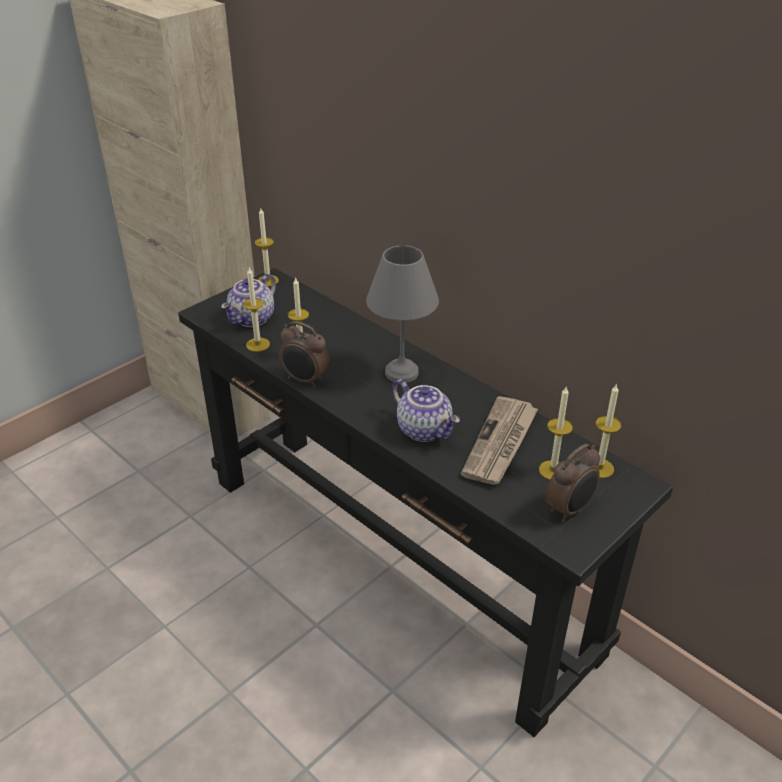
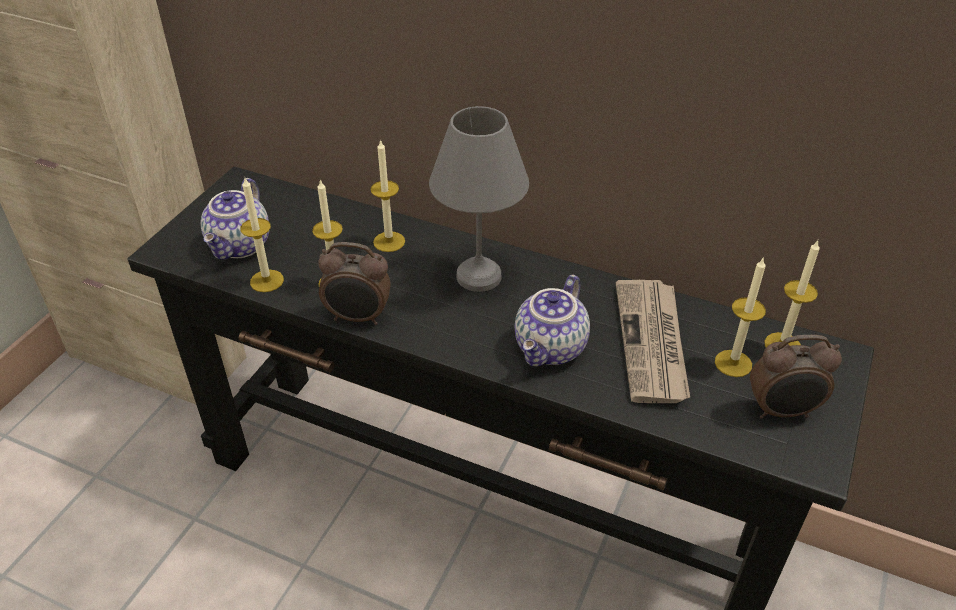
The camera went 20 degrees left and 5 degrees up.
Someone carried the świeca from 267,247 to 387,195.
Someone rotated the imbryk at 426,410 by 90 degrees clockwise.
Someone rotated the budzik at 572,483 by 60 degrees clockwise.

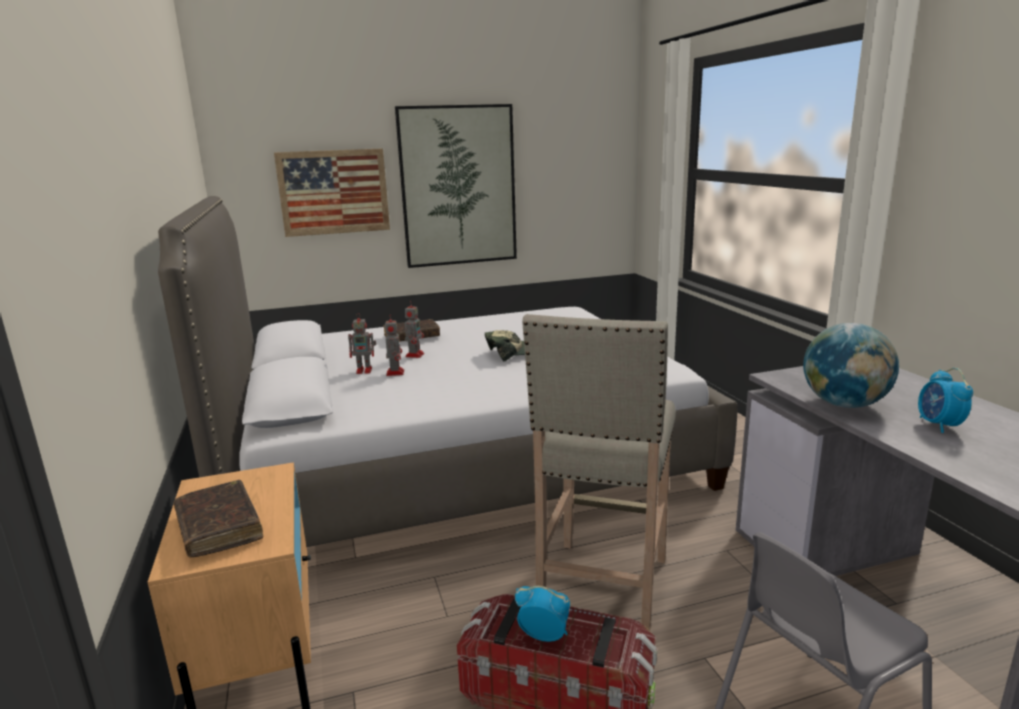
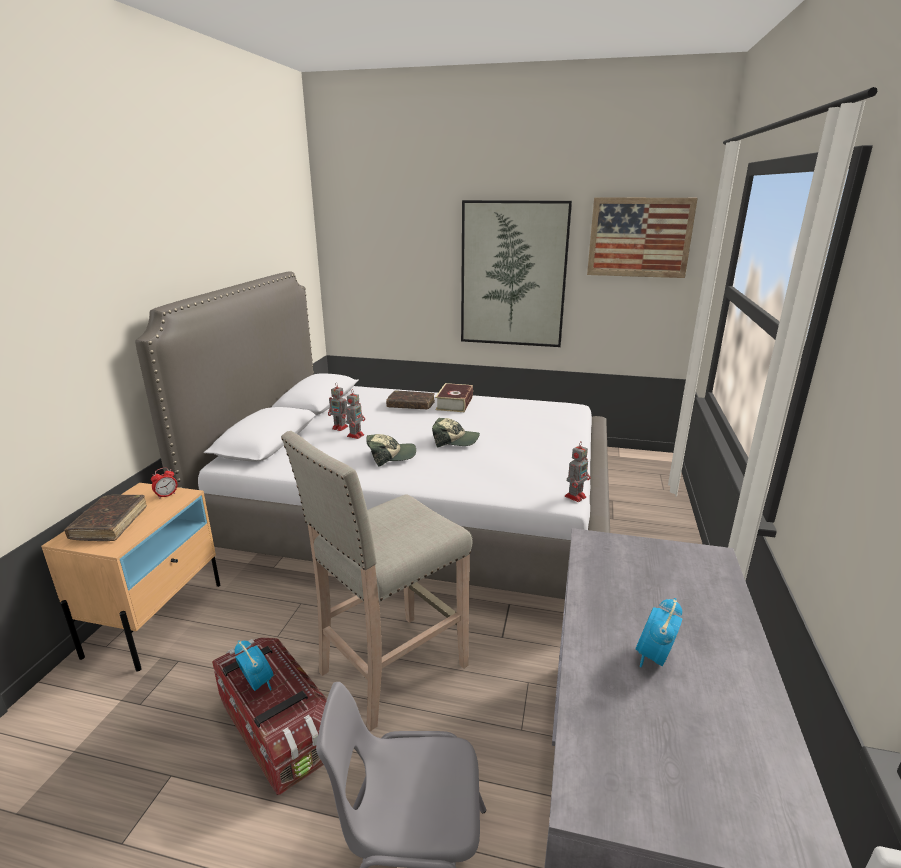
The camera went 30 degrees right and 5 degrees up.
Someone put down the budzik at 164,483.
Someone put down the czapka z daszkiem at 391,450.
Someone put down the książka at 454,397.
Someone carried the robot zabawkowy from 414,329 to 577,471.
Someone carried the obraz from 332,192 to 642,237.
Someone took away the globus at 851,365.

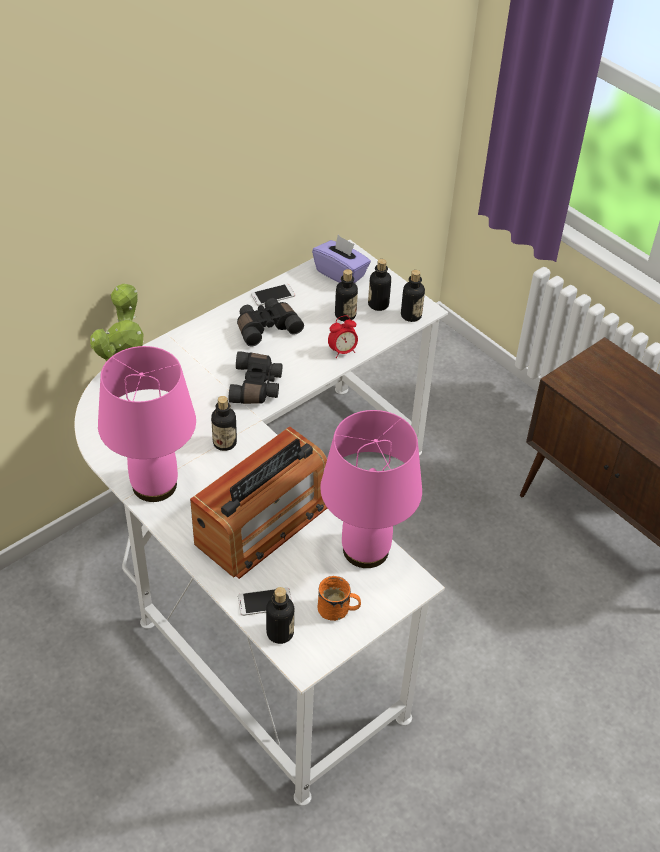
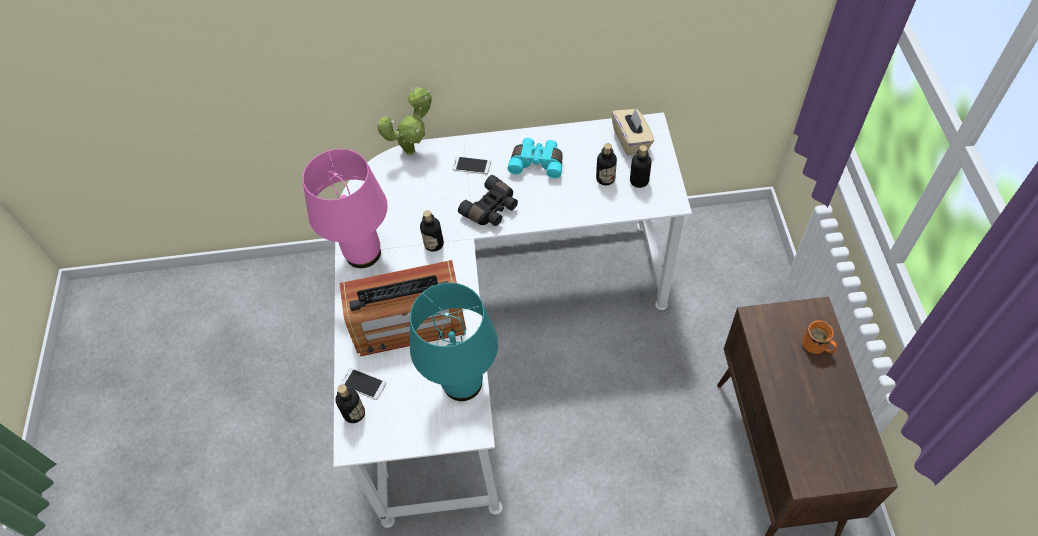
The camera went 40 degrees right and 10 degrees up.
Someone repainted the lampa stołowa/różowy at 371,489, which became the lampa stołowa/turkusowy at 454,342.
Someone carried the telefon from 273,295 to 472,165.
Someone repainted the lornetka/czarny at 270,322, which became the lornetka/turkusowy at 535,158.
Someone repainted the pudełko chusteczek/fioletowy at 341,259, which became the pudełko chusteczek/beżowy at 632,132.
Someone carried the kubek/pomarańczowy from 339,598 to 819,337.
Someone took away the budzik at 343,336.
Someone took away the butelka at 413,296.

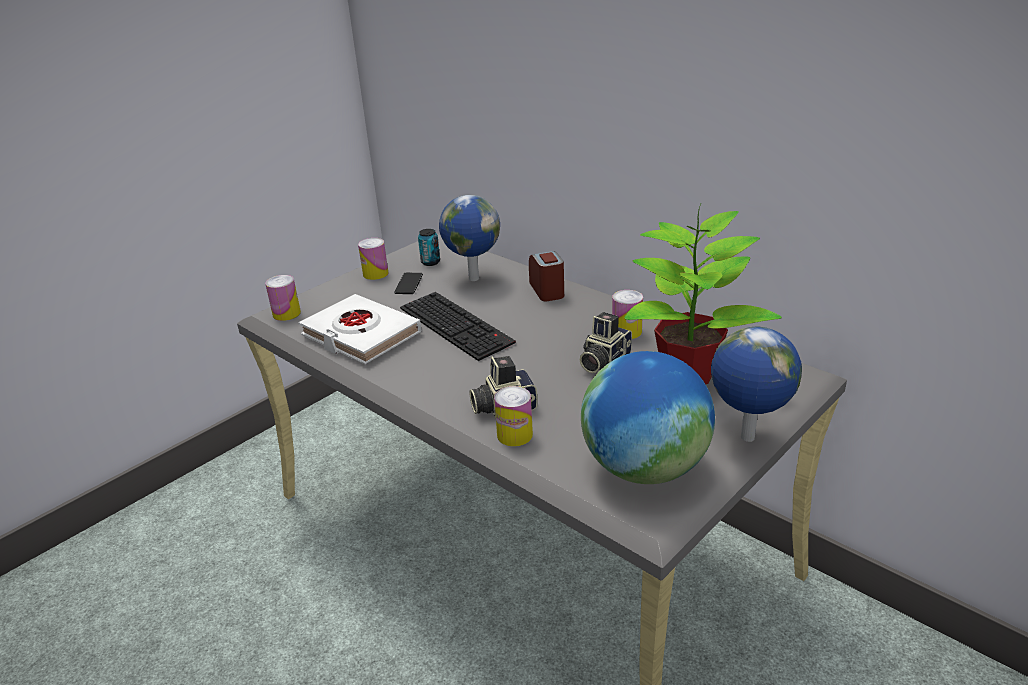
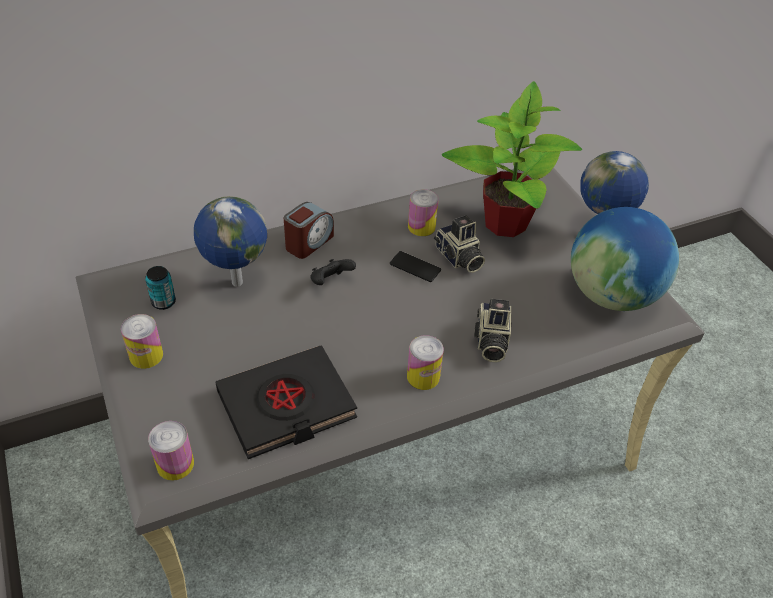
The camera went 70 degrees left and 15 degrees up.
Someone repainted the książka/biały at 359,329, which became the książka/czarny at 286,402.
Someone rotated the budzik at 546,276 by 120 degrees clockwise.
Someone put down the pad do gier/czarny at 333,272.
Someone carried the telefon from 408,283 to 415,266.
Someone carried the puszka from 513,416 to 425,362.
Someone took away the klawiatura at 458,326.

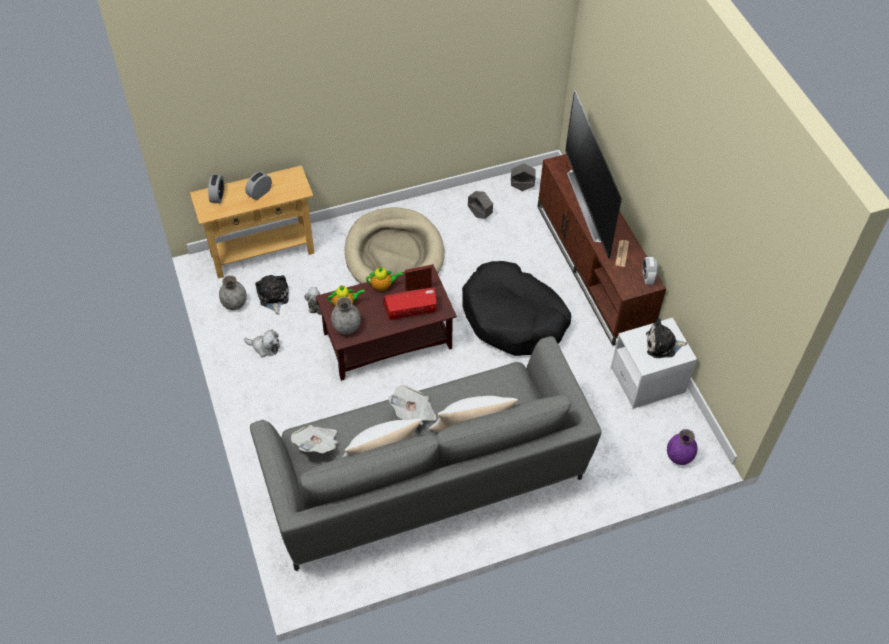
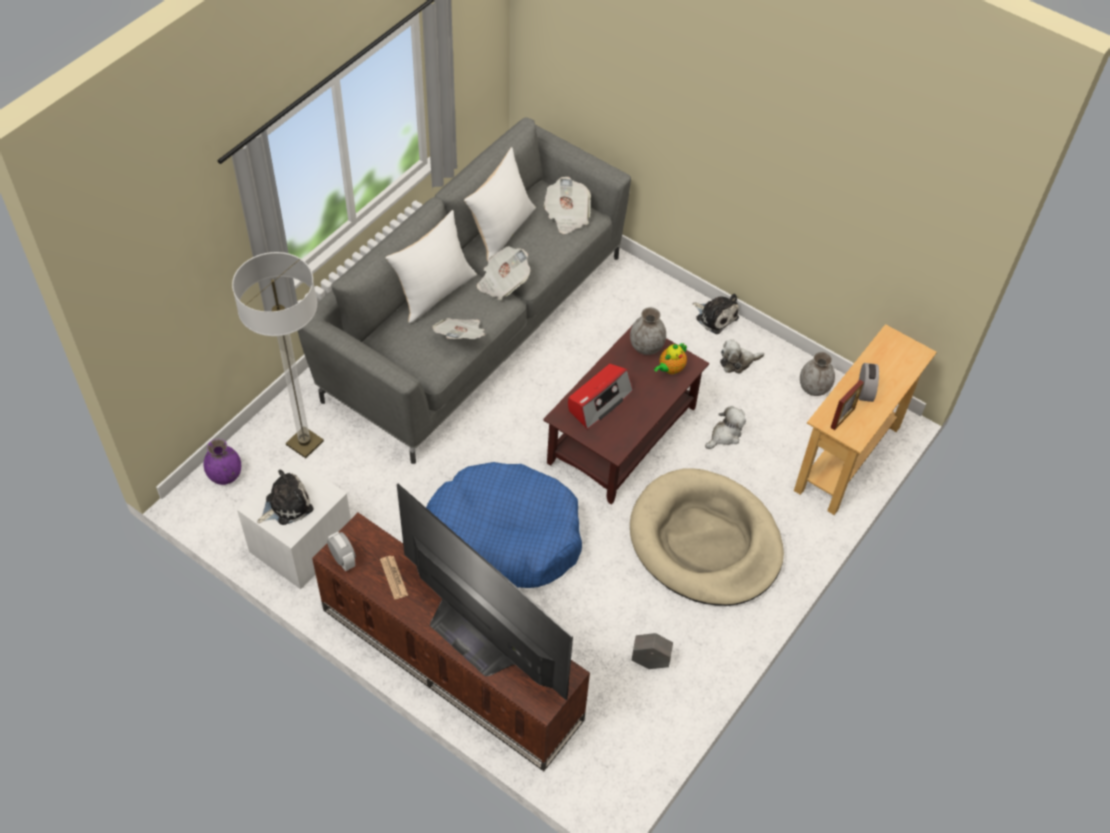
The camera went 145 degrees right and 0 degrees up.
Someone put down the lampa stojąca at 278,355.
Someone repainted the legowisko/czarny at 516,308, which became the legowisko/niebieski at 504,525.
Someone put down the gazeta at 458,328.
Someone carried the pluszak from 272,295 to 715,314.
Someone carried the ramka na zdjęcie from 418,278 to 847,405.
Someone took away the budzik at 216,189.
Someone took away the imbryk at 384,279.
Someone took away the donica/szary at 523,177.

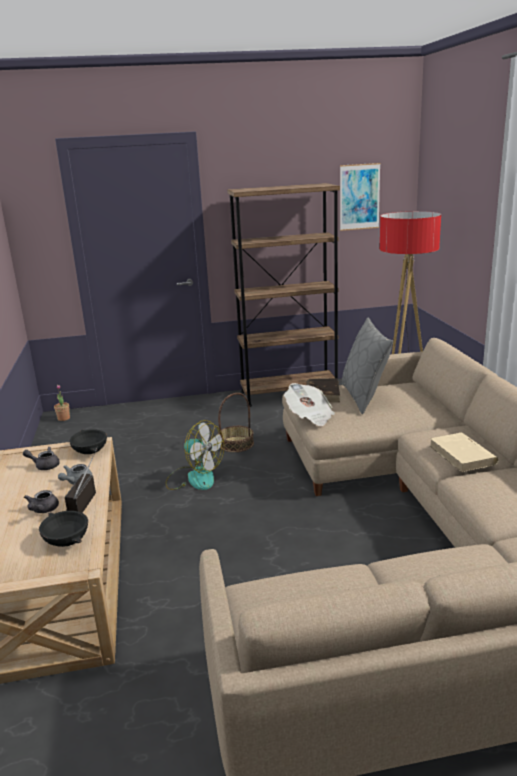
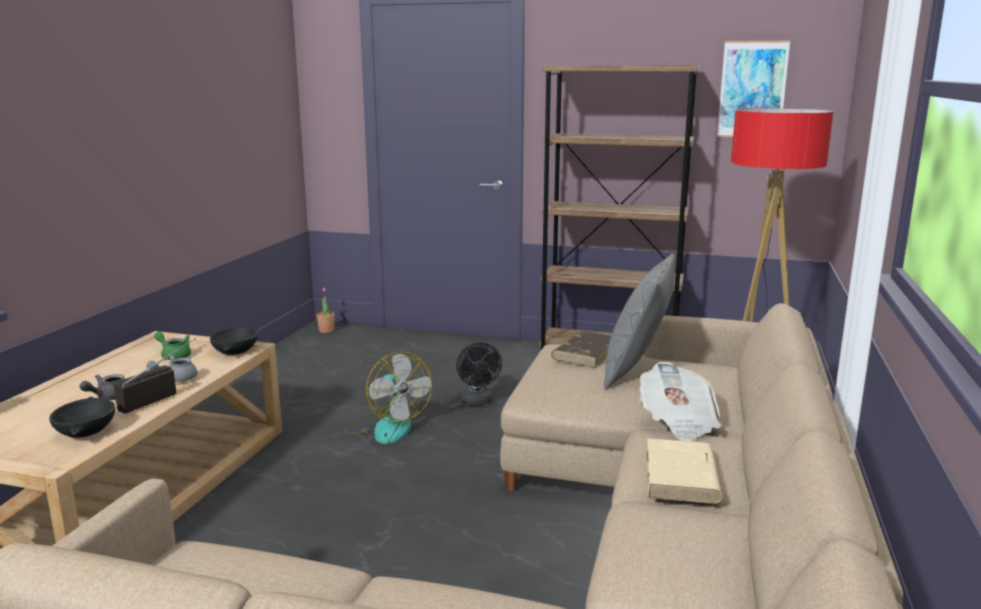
The camera went 25 degrees right and 5 degrees down.
Someone repainted the imbryk/szary at 41,458, which became the imbryk/zielony at 172,346.
Someone swapped the koszyk at 236,422 for the wentylator/czarny at 479,374.
Someone carried the gazeta from 309,404 to 680,401.

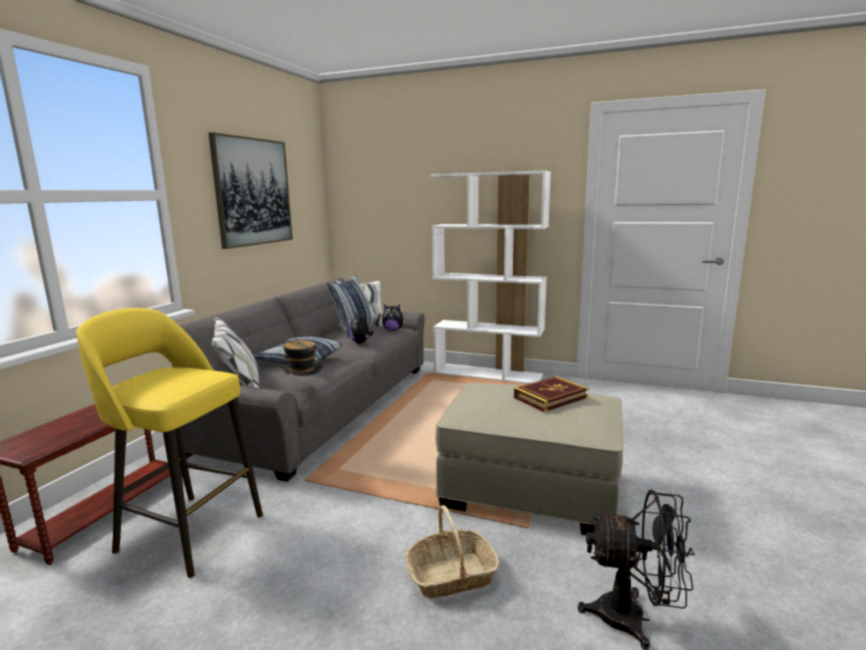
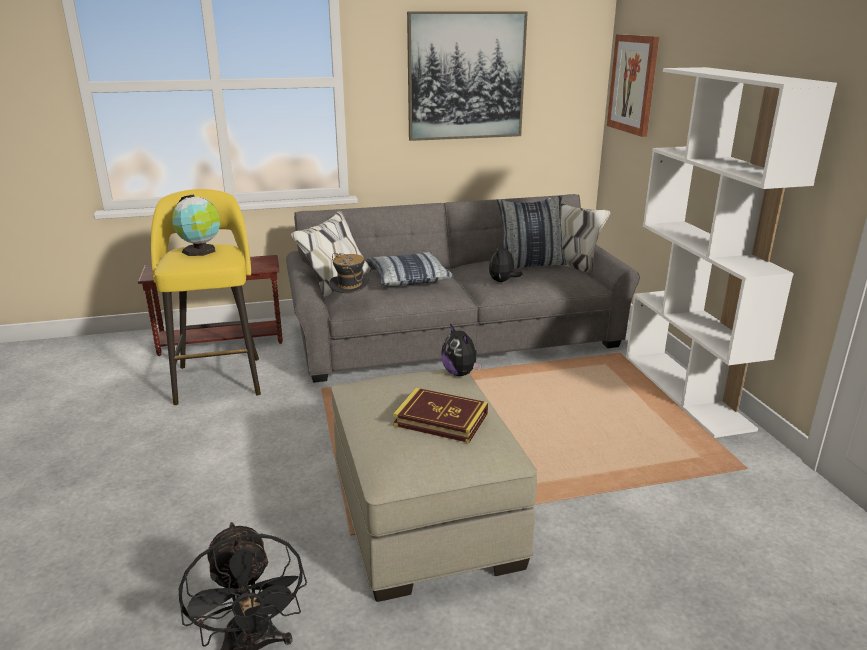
The camera went 55 degrees right and 10 degrees up.
Someone put down the globus at 196,225.
Someone carried the pluszak from 394,317 to 461,350.
Someone put up the obraz at 633,85.
Someone took away the koszyk at 452,552.

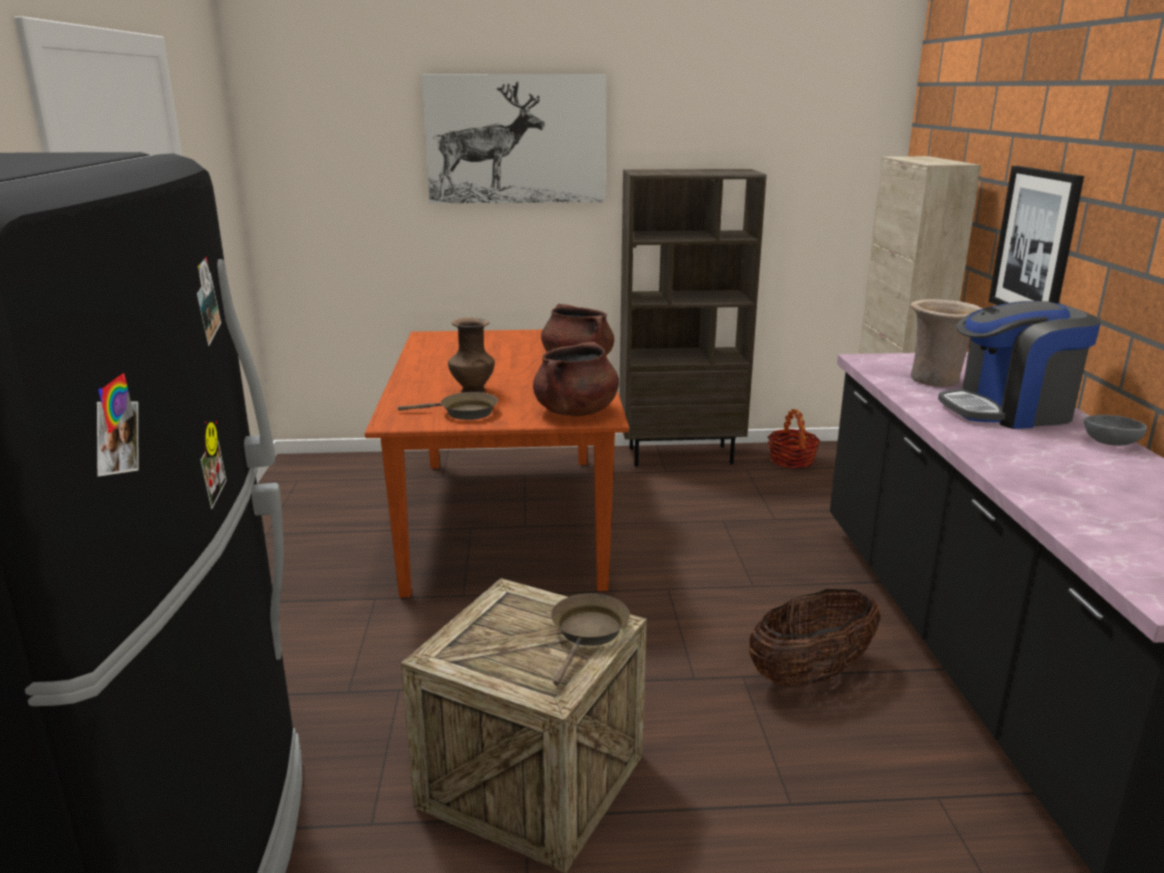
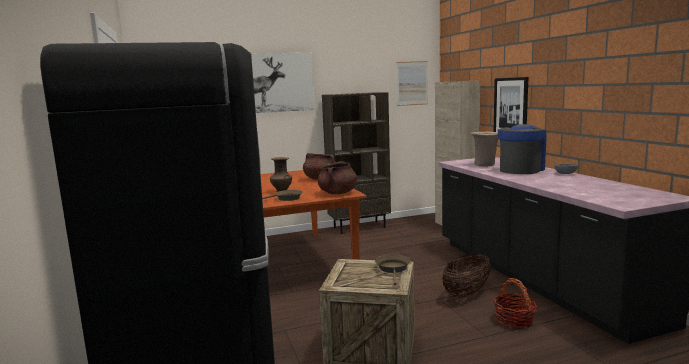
The camera went 15 degrees left and 10 degrees down.
Someone put up the obraz at 412,83.
Someone carried the koszyk from 794,439 to 515,303.
Someone rotated the ekspres do kawy at 1019,365 by 150 degrees clockwise.

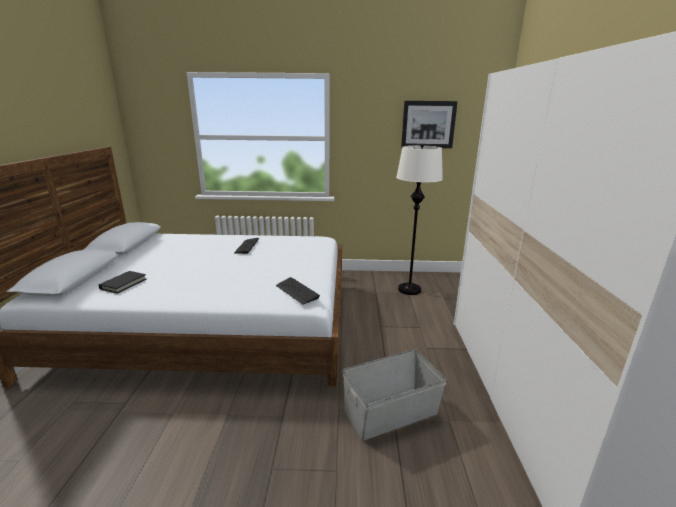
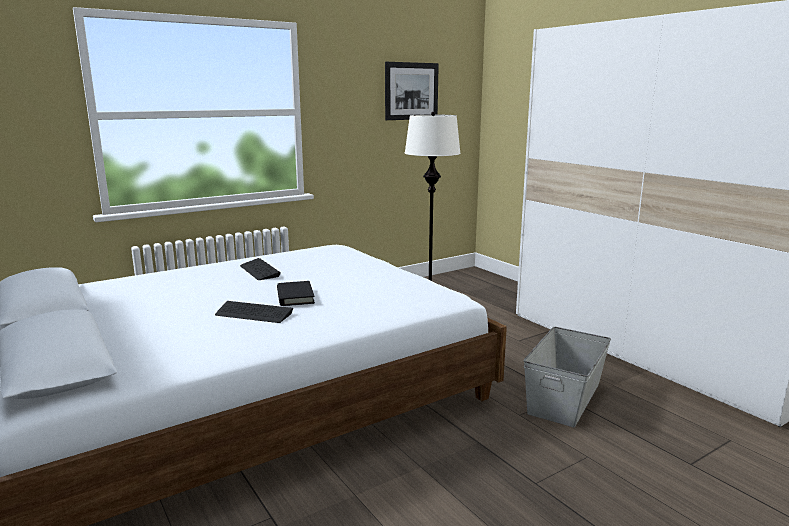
The camera went 35 degrees left and 5 degrees down.
Someone carried the klawiatura from 298,290 to 254,312.
Someone carried the książka/czarny from 122,282 to 296,293.

